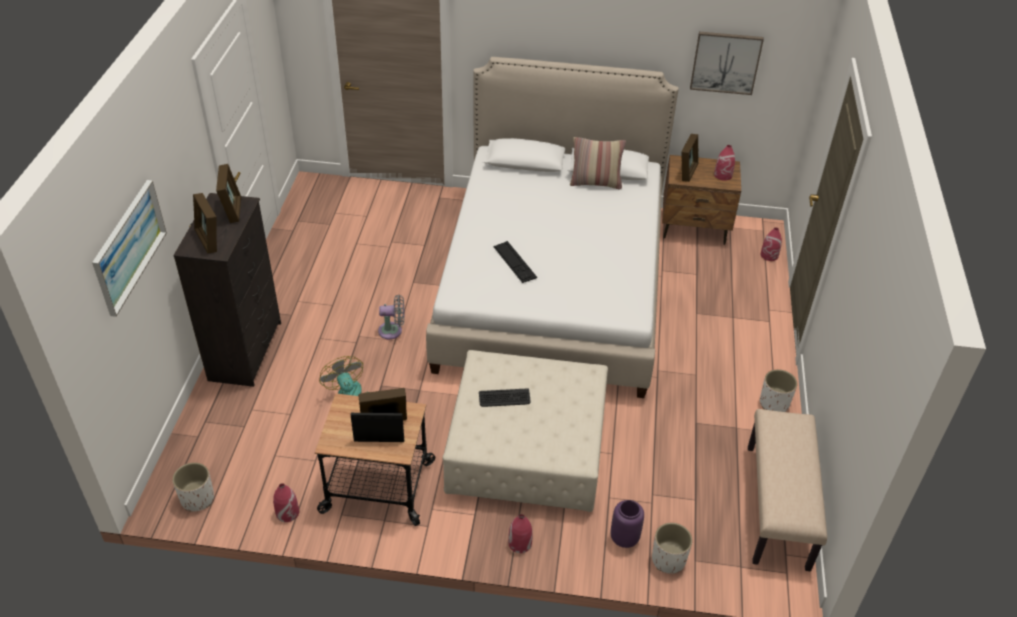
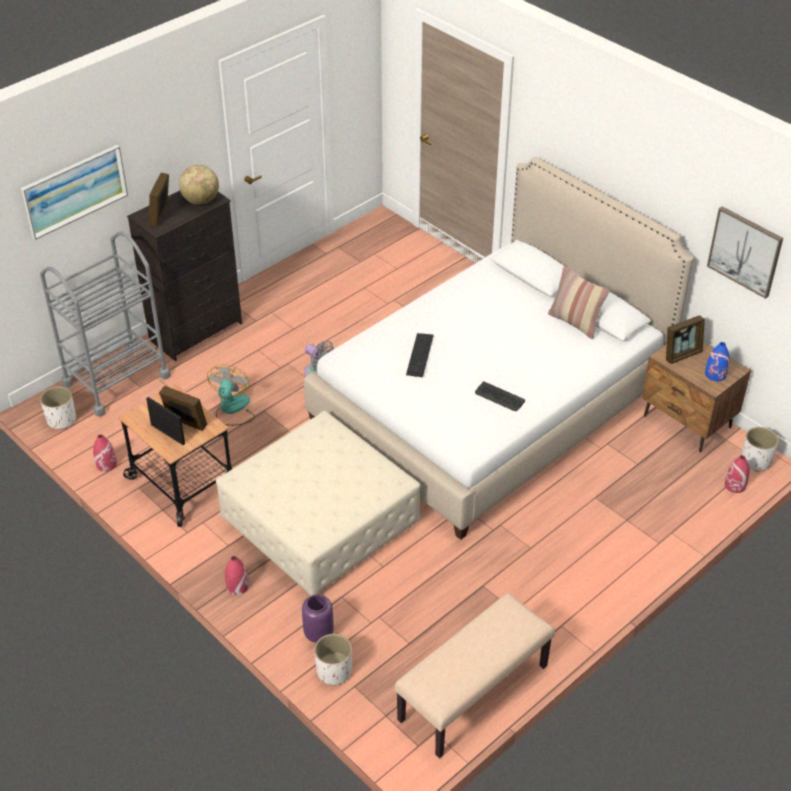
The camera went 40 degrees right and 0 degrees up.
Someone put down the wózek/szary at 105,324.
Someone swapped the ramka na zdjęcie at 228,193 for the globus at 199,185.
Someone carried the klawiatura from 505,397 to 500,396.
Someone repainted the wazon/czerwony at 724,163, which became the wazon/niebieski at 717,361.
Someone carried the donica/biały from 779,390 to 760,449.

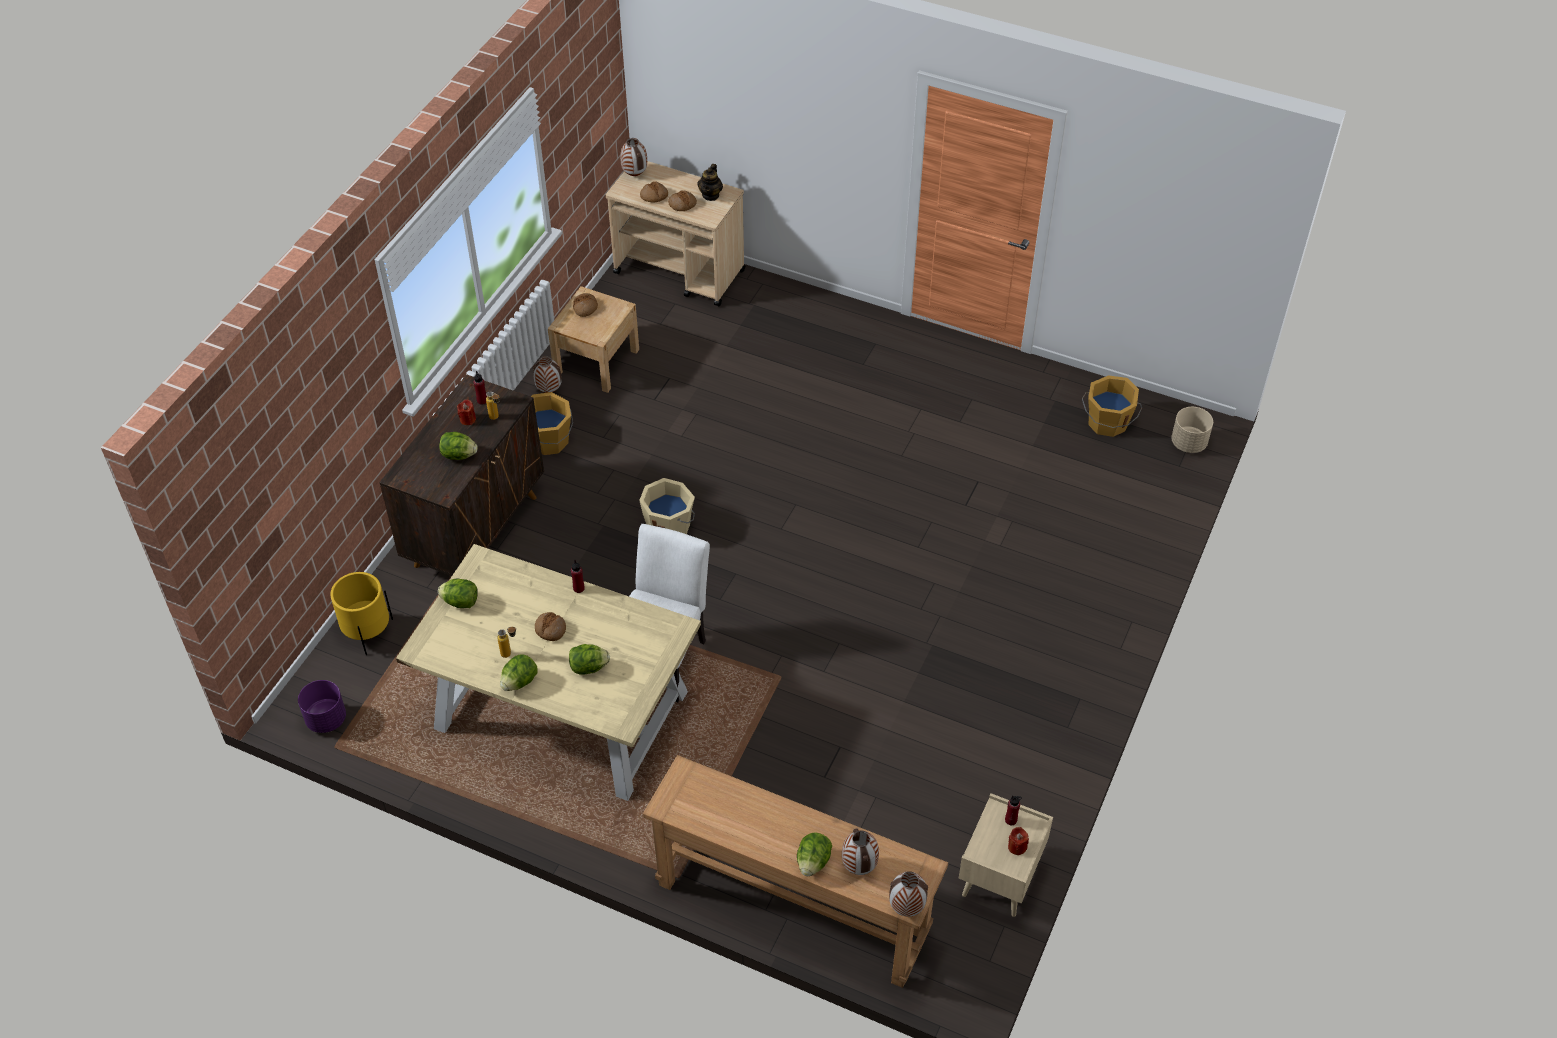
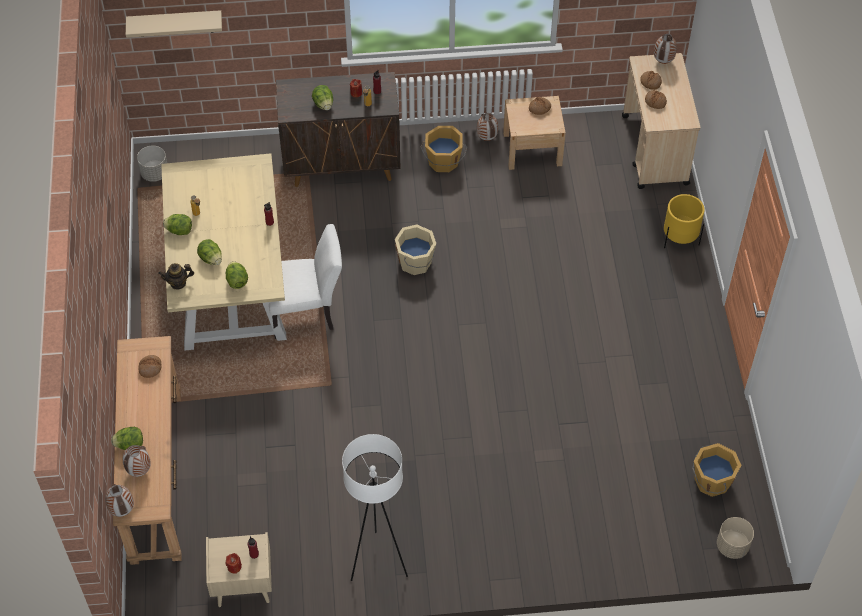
The camera went 60 degrees right and 5 degrees up.
Someone put up the półka/beżowy at 174,24.
Someone repainted the donica/fioletowy at 322,706, which became the donica/szary at 152,164.
Someone carried the chleb from 550,626 to 150,366.
Someone carried the imbryk from 710,182 to 176,276.
Someone carried the sałata from 458,593 to 237,275.
Someone put down the lampa stojąca/biały at 375,507.
Someone carried the donica/żółty from 361,613 to 684,221.

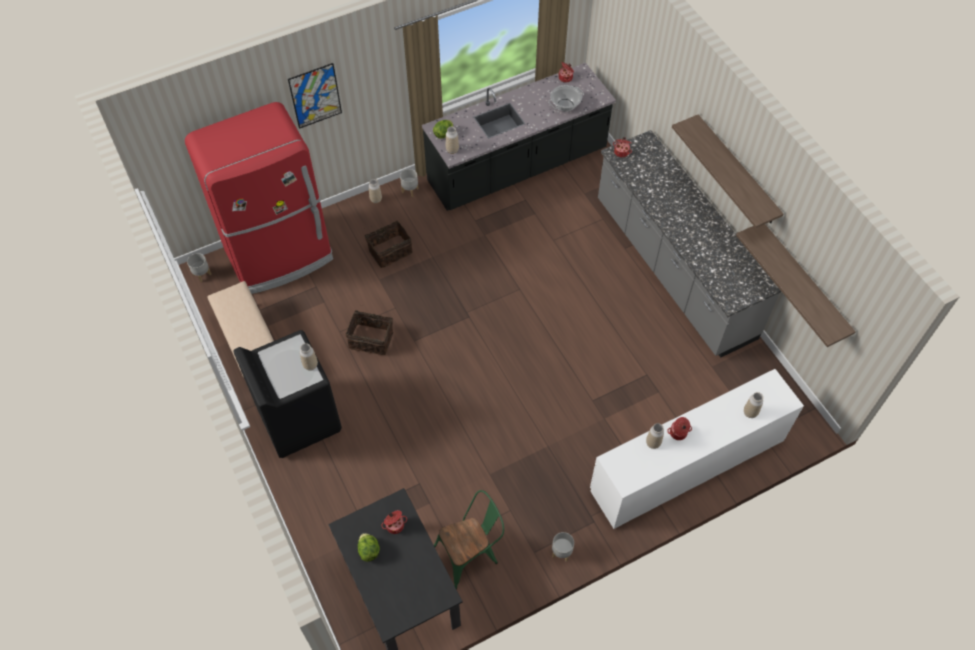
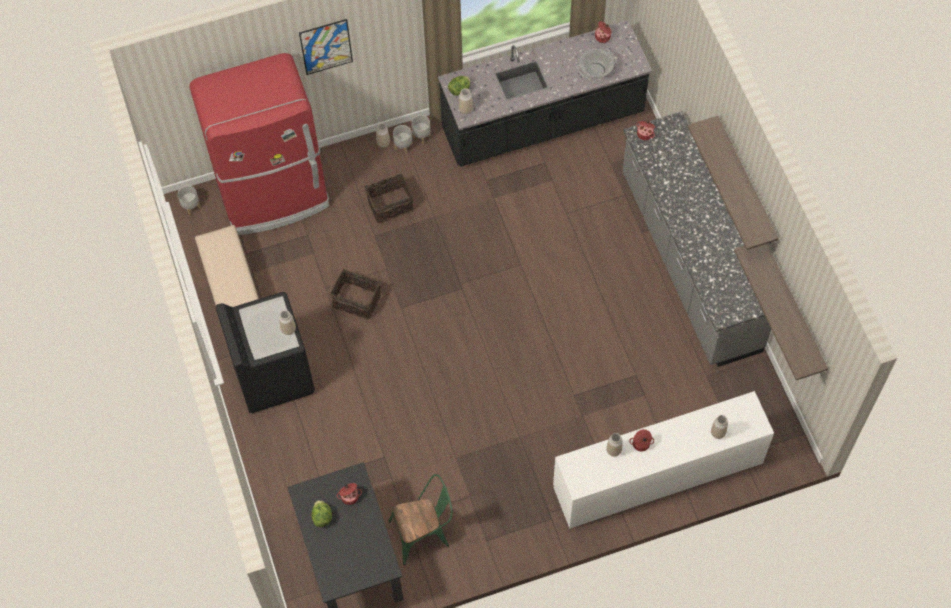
The camera went 10 degrees right and 5 degrees up.
Someone carried the donica/szary from 563,547 to 403,139.

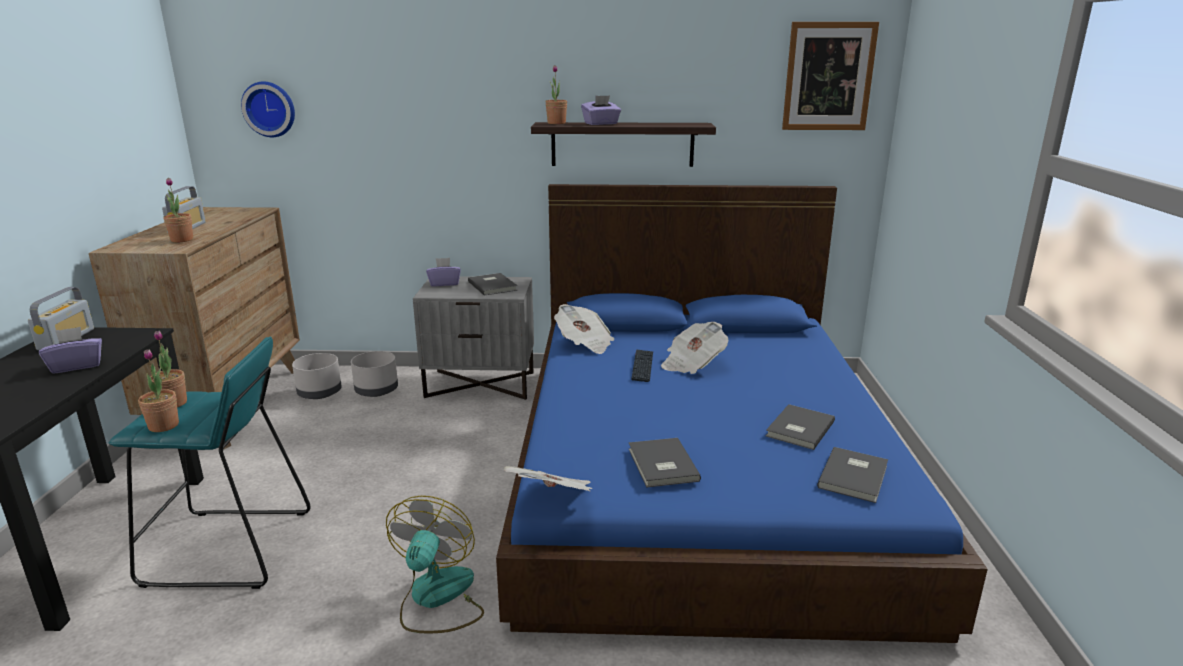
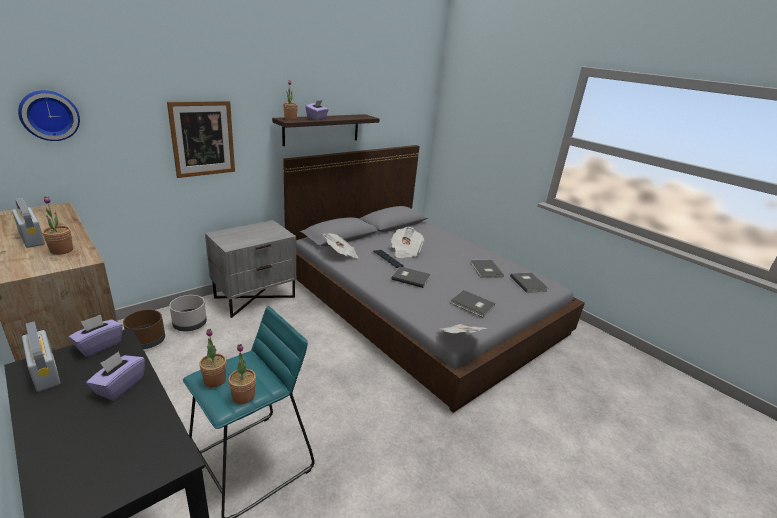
The camera went 45 degrees left and 5 degrees up.
Someone carried the pudełko chusteczek/fioletowy from 443,272 to 95,335.
Someone repainted the donica/szary at 317,376, which became the donica/brązowy at 144,329.
Someone carried the obraz from 830,76 to 201,139.
Someone repainted the łóżko/niebieski at 742,413, which became the łóżko/szary at 434,279.
Someone carried the książka/szary from 492,284 to 411,277.
Someone took away the wentylator at 435,564.

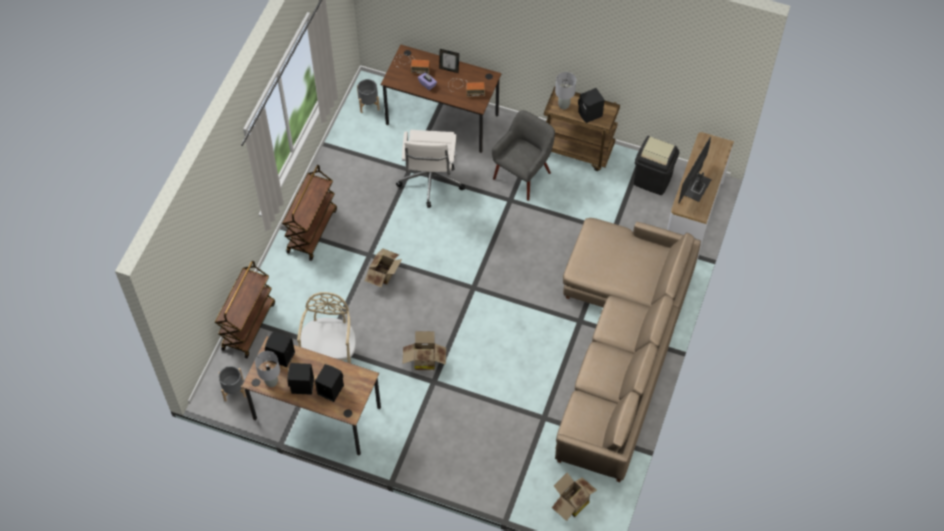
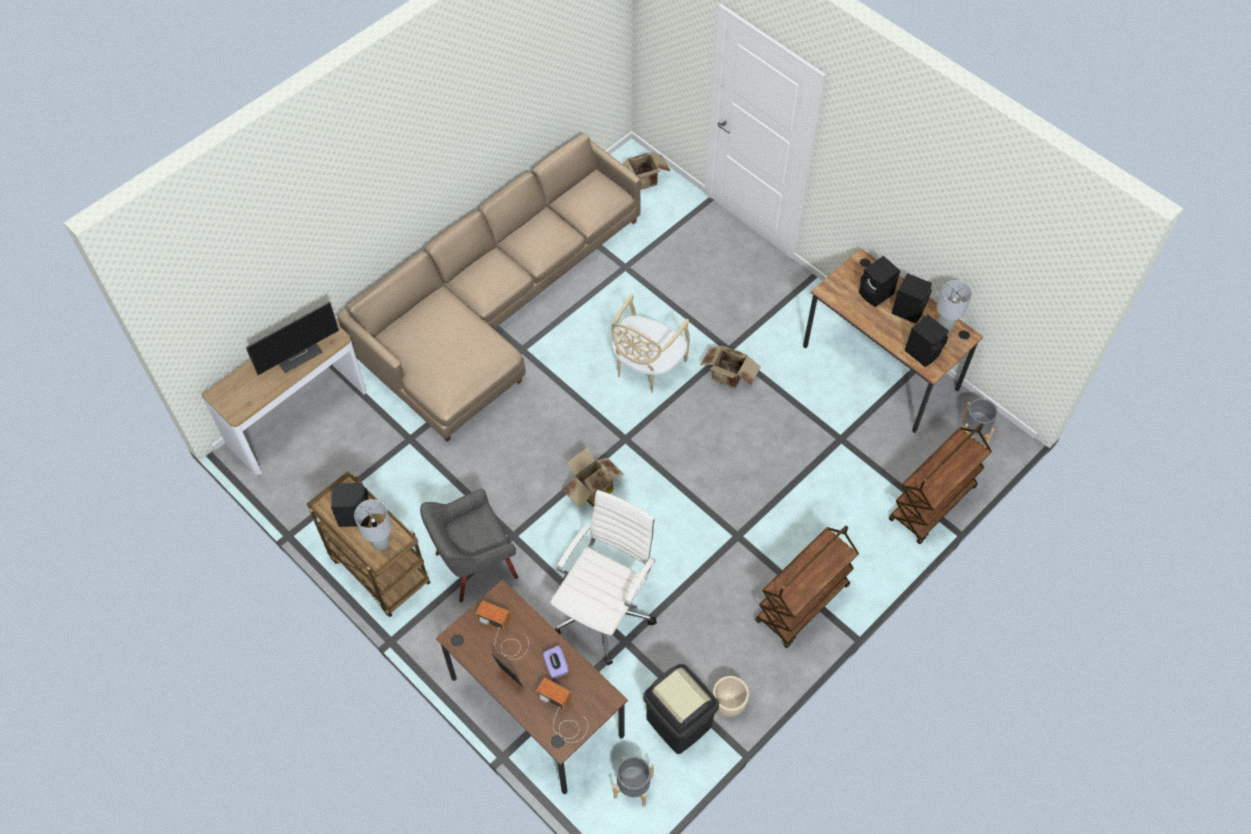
The camera went 155 degrees left and 0 degrees up.
Someone carried the karton from 383,268 to 594,477.
Someone carried the krzesło/beżowy from 326,327 to 650,343.
Someone carried the kosz na śmieci/czarny from 656,165 to 681,709.
Someone put down the donica/beżowy at 731,696.

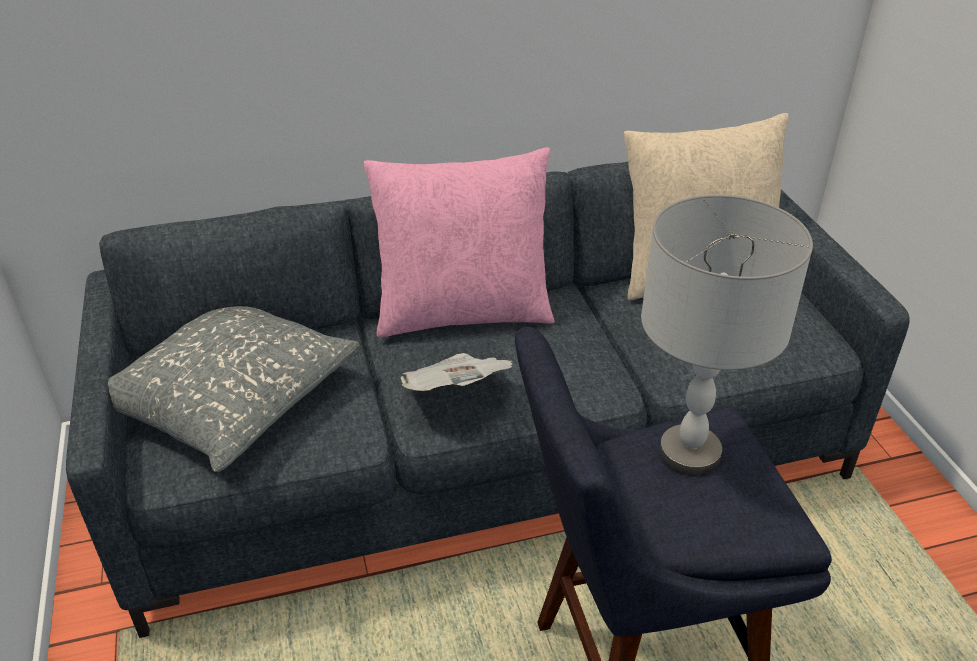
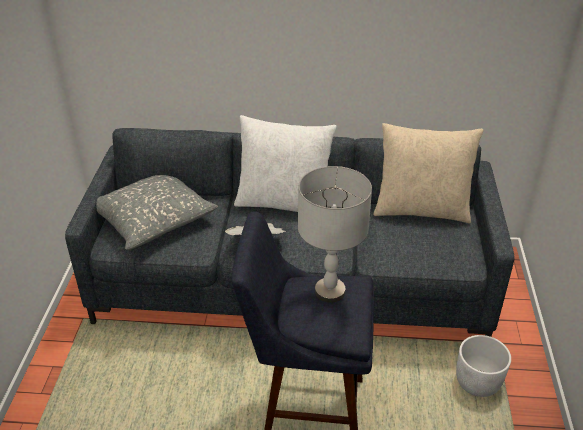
The camera went 20 degrees right and 0 degrees up.
Someone repainted the poduszka/różowy at 459,242, which became the poduszka/biały at 285,163.
Someone put down the donica/biały at 483,366.

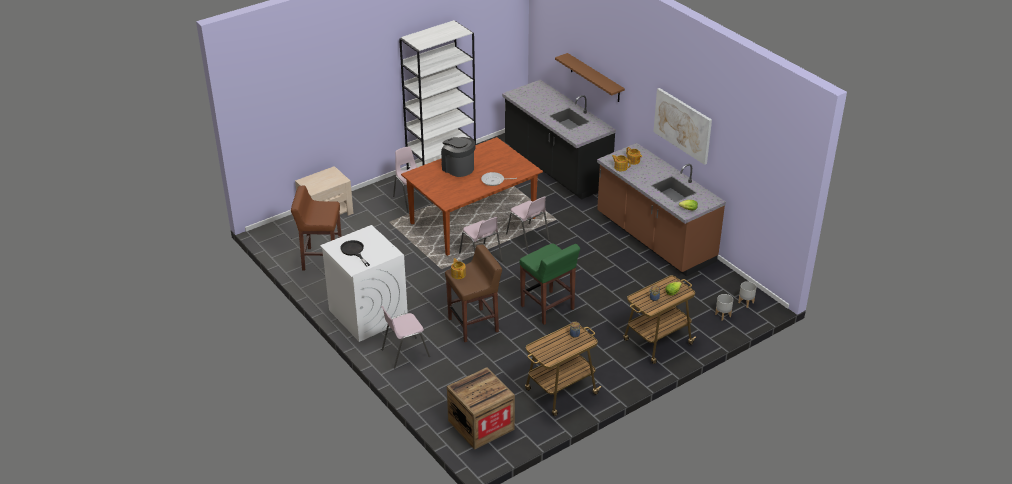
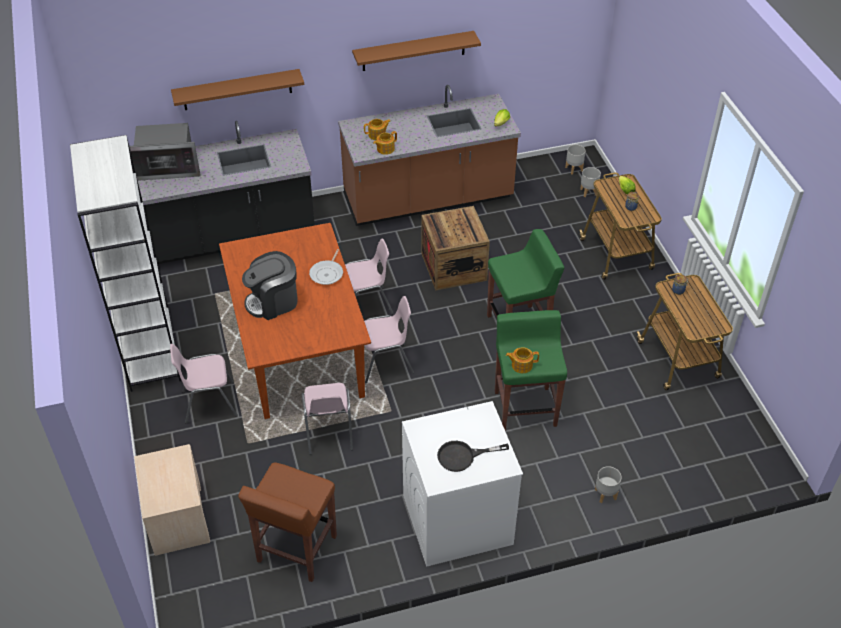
The camera went 70 degrees left and 10 degrees up.
Someone put down the mikrofalówka at 165,152.
Someone carried the krzesło/różowy from 405,337 to 327,419.
Someone swapped the obraz at 682,126 for the półka/brązowy at 416,51.
Someone carried the skrzynka from 481,408 to 456,248.
Someone repainted the stołek/brązowy at 473,293, which became the stołek/zielony at 531,370.
Someone put down the donica/szary at 608,484.

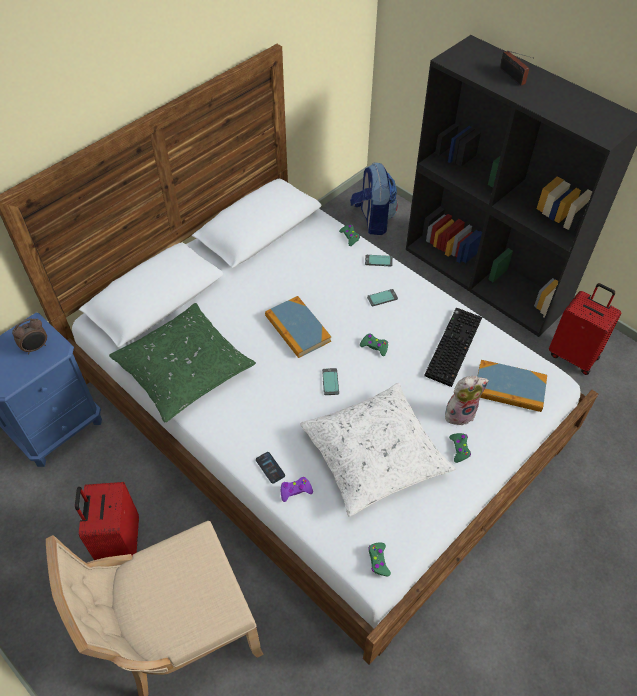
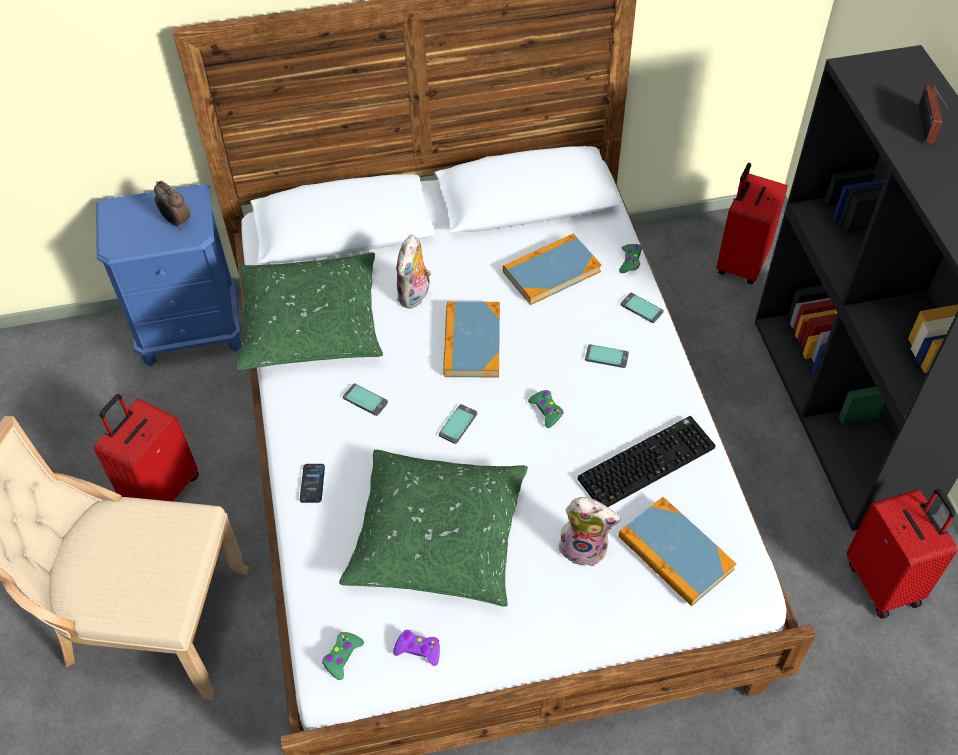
The camera went 35 degrees right and 0 degrees up.
Someone rotated the budzik at 29,336 by 45 degrees clockwise.
Someone repainted the poduszka/biały at 378,450, which became the poduszka/zielony at 433,528.
Someone put down the telefon at 365,400.
Someone carried the pad do gier/fioletowy from 297,489 to 416,648.
Someone put down the pluszak at 413,271.
Someone put down the książka at 552,269.
Someone swapped the plecak at 374,199 for the walizka/czerwony at 752,223.
Someone took away the pad do gier/zielony at 460,448.

